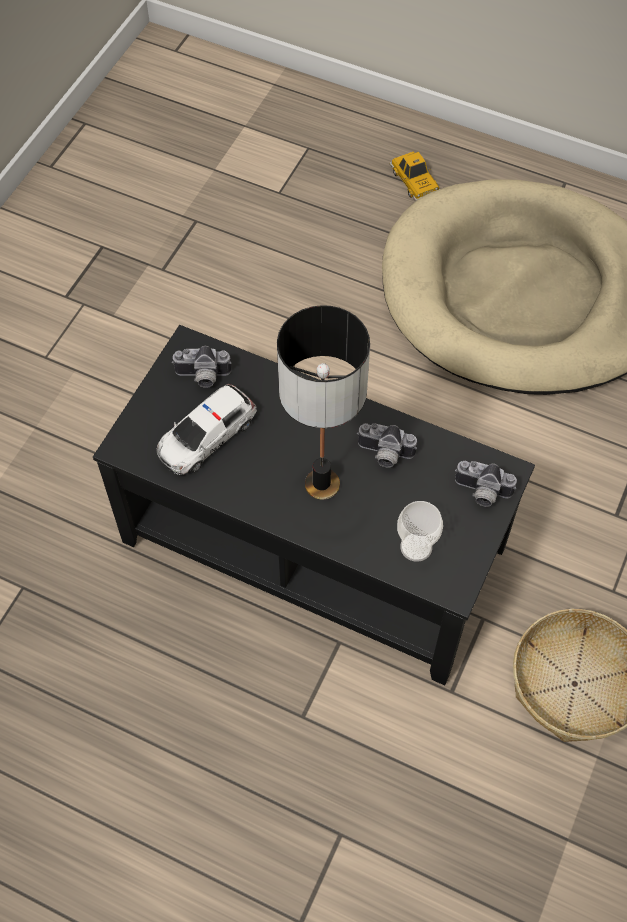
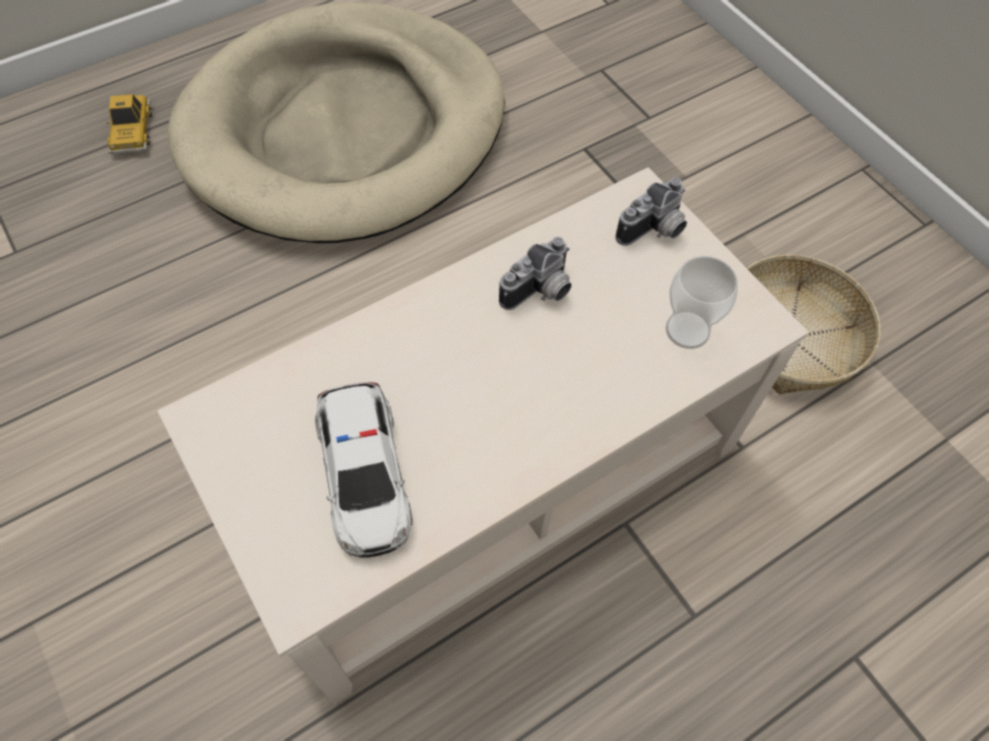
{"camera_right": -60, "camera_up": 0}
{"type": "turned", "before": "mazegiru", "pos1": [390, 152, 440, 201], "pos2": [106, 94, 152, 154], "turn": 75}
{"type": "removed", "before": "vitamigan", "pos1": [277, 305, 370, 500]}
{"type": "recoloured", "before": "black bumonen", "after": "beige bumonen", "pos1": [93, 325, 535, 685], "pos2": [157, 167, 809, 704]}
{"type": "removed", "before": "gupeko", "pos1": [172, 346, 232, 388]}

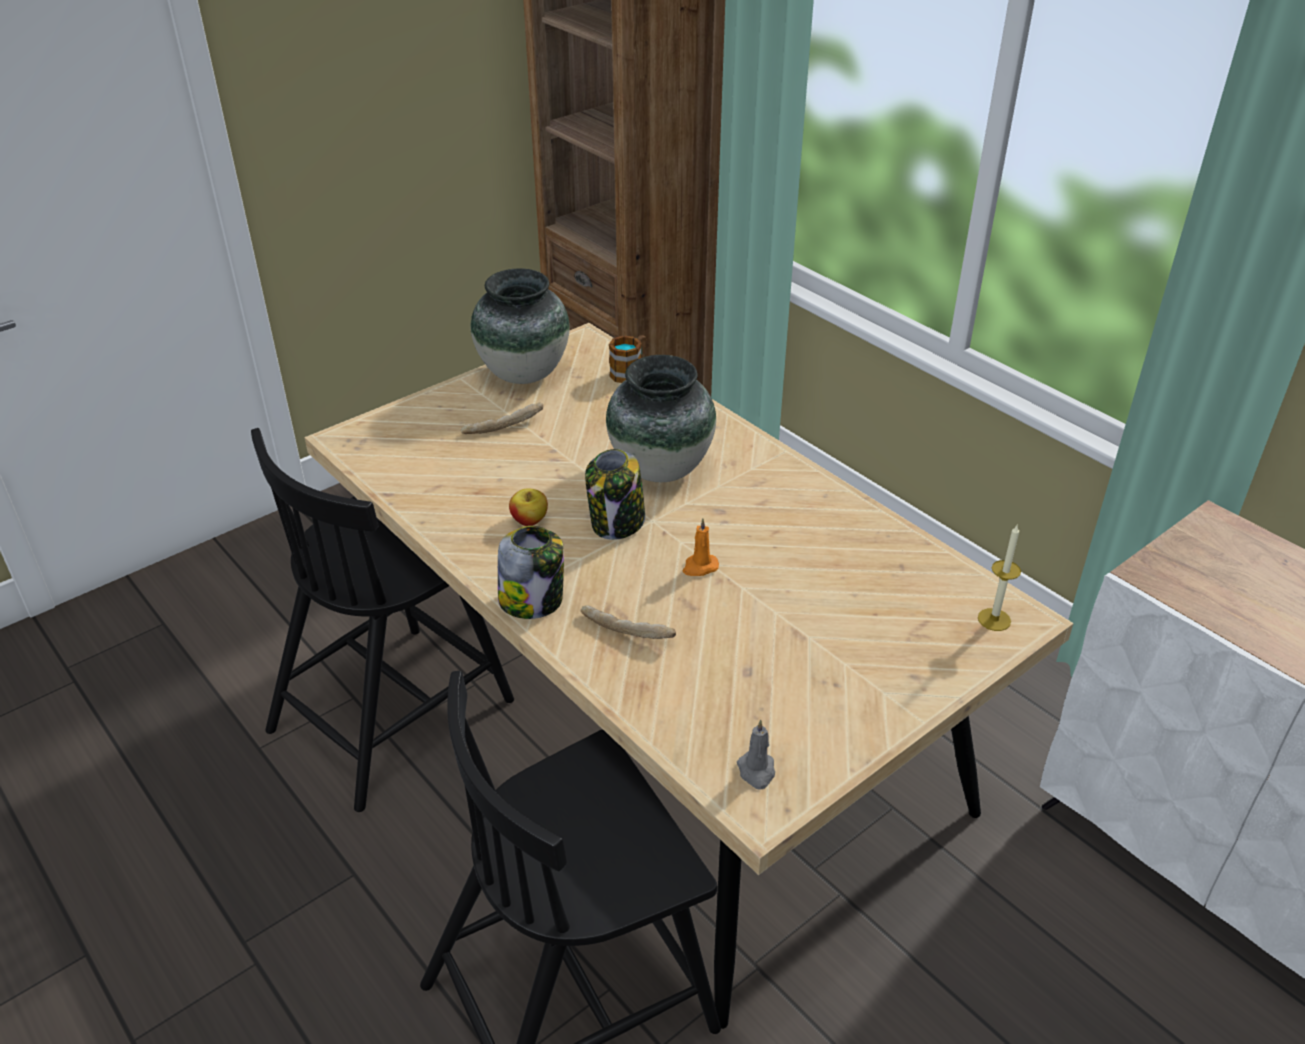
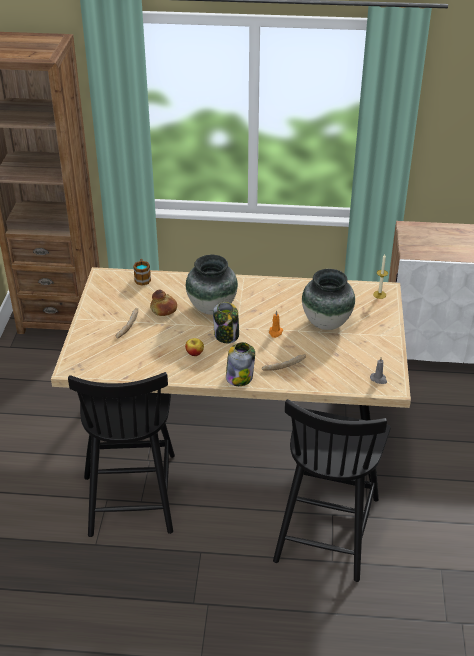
{"camera_right": -45, "camera_up": 0}
{"type": "moved", "before": "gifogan", "pos1": [471, 268, 570, 384], "pos2": [302, 269, 355, 330]}
{"type": "added", "after": "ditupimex", "pos2": [150, 290, 177, 316]}

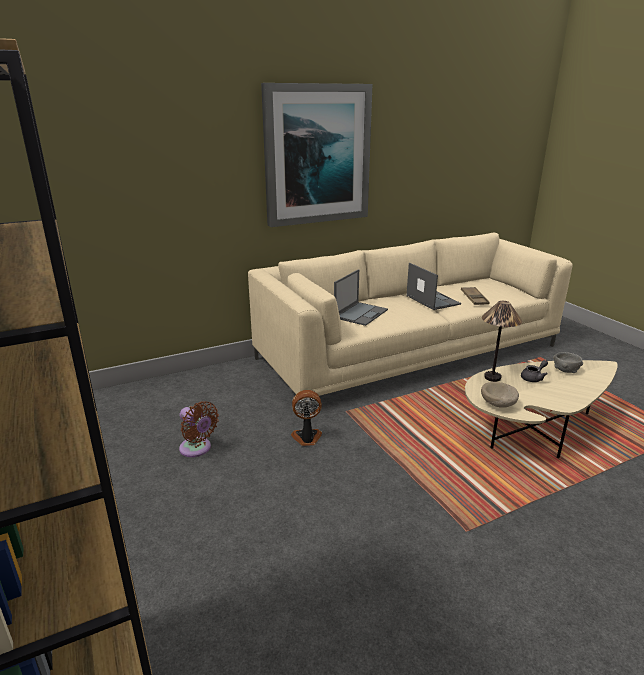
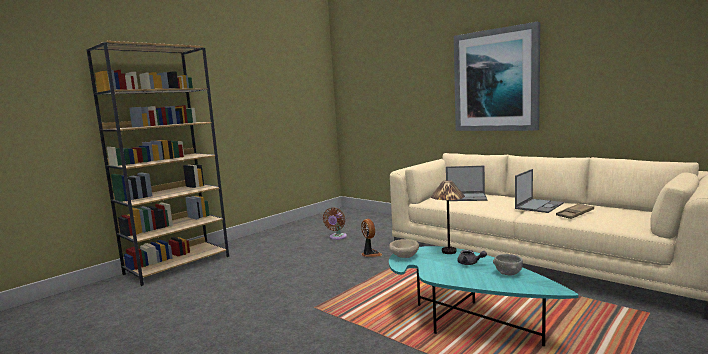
{"camera_right": 70, "camera_up": -15}
{"type": "recoloured", "before": "beige bumonen", "after": "turquoise bumonen", "pos1": [465, 360, 618, 458], "pos2": [389, 246, 579, 346]}

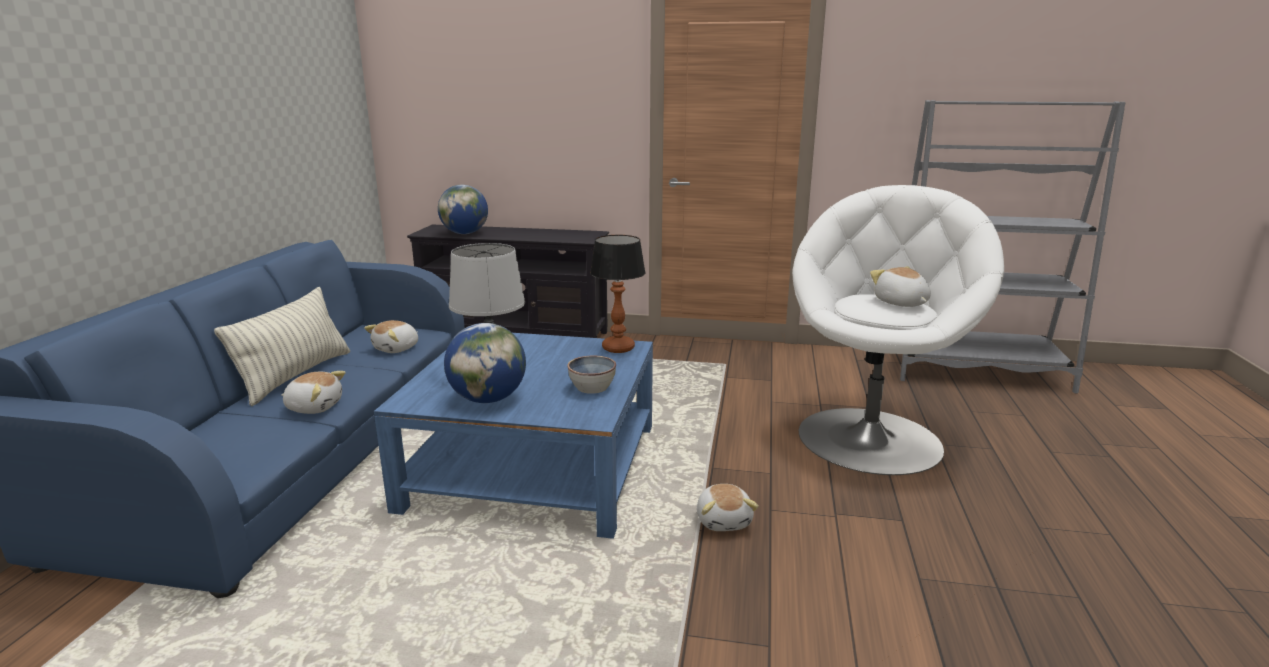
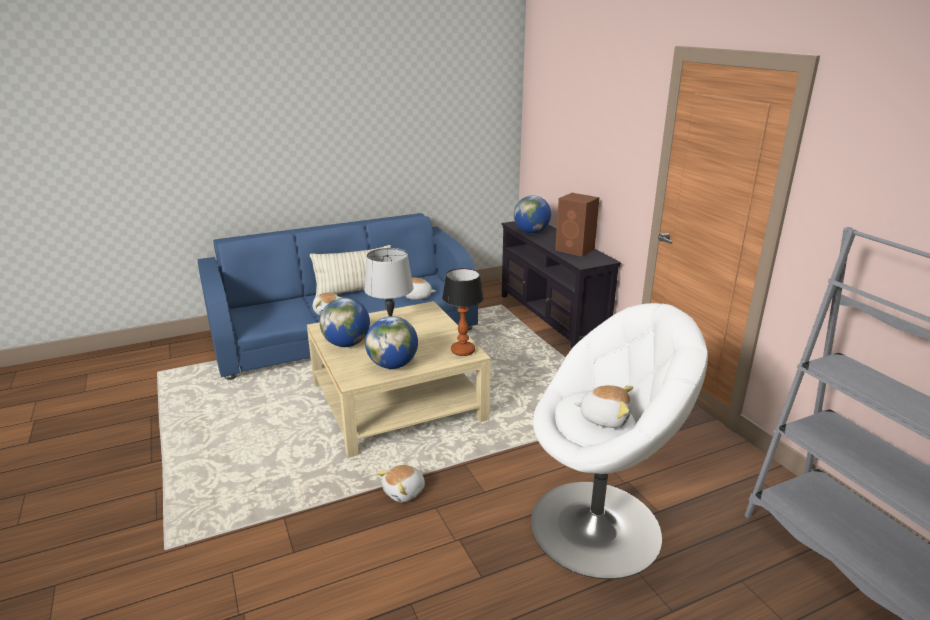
{"camera_right": 55, "camera_up": 5}
{"type": "turned", "before": "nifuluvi", "pos1": [870, 266, 931, 307], "pos2": [574, 385, 633, 428], "turn": 75}
{"type": "recoloured", "before": "blue bumonen", "after": "beige bumonen", "pos1": [374, 333, 653, 539], "pos2": [307, 301, 491, 458]}
{"type": "replaced", "before": "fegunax", "after": "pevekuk", "pos1": [567, 356, 616, 394], "pos2": [365, 316, 418, 369]}
{"type": "added", "after": "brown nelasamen", "pos2": [555, 193, 599, 257]}

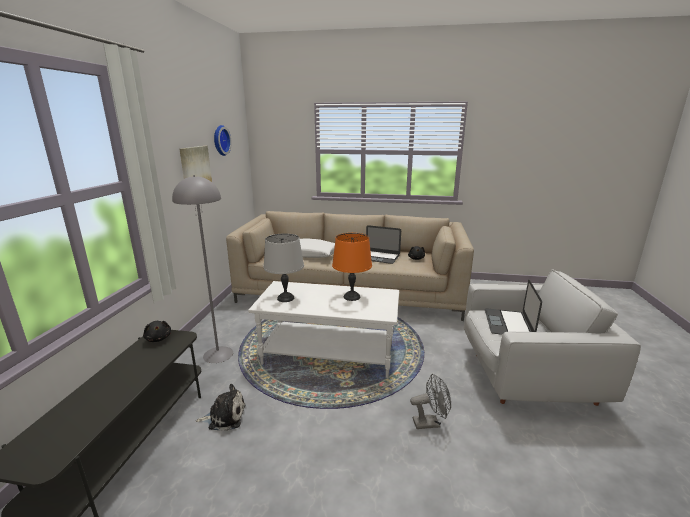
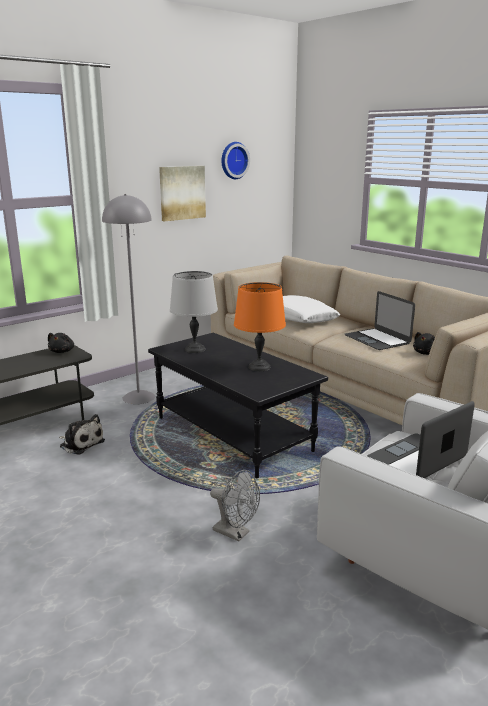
{"camera_right": 40, "camera_up": 0}
{"type": "recoloured", "before": "white bumonen", "after": "black bumonen", "pos1": [248, 281, 399, 378], "pos2": [148, 333, 328, 478]}

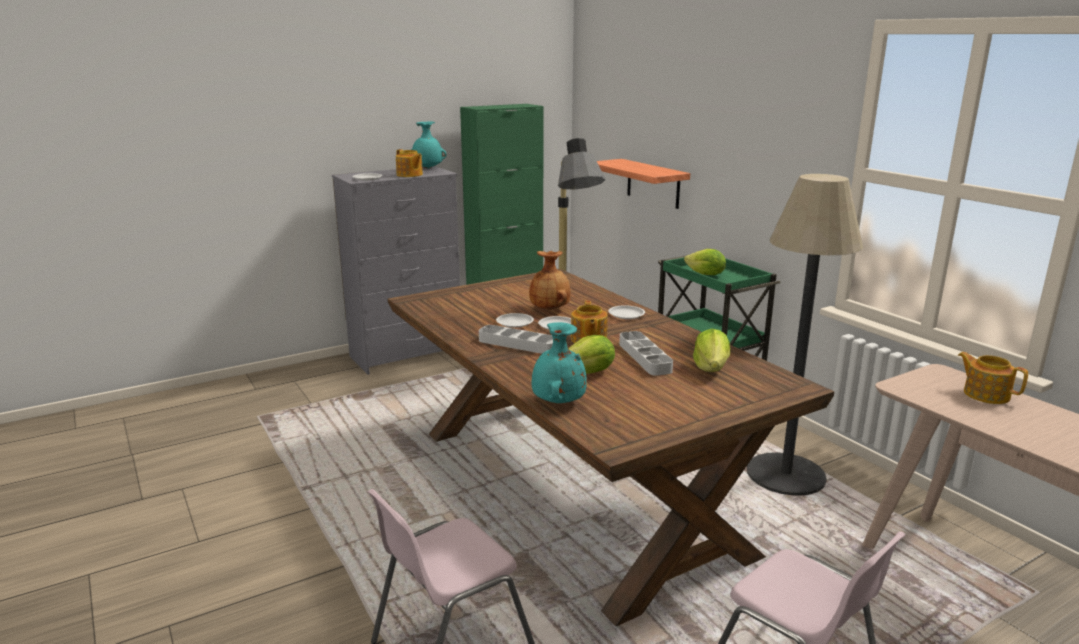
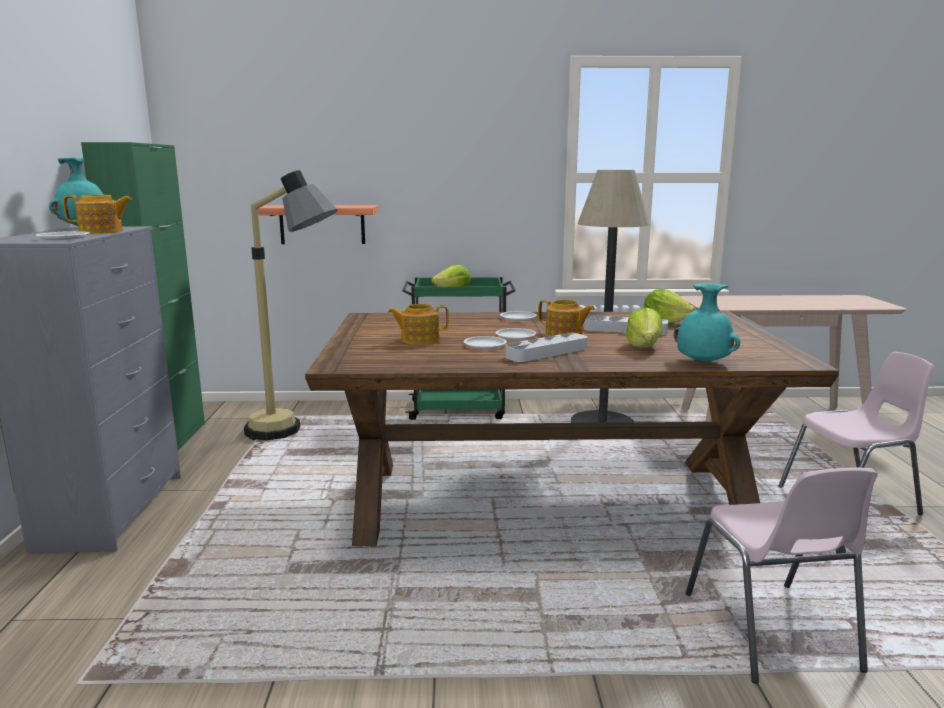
{"camera_right": -60, "camera_up": -5}
{"type": "removed", "before": "brown gifogan", "pos1": [529, 251, 571, 310]}
{"type": "moved", "before": "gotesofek", "pos1": [957, 352, 1028, 404], "pos2": [388, 304, 449, 345]}

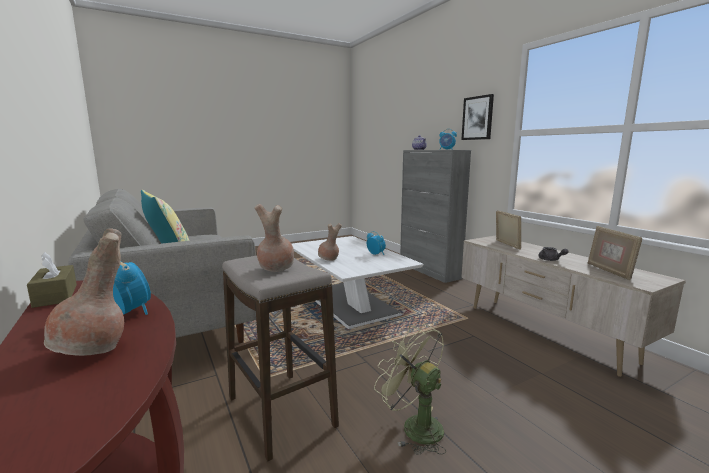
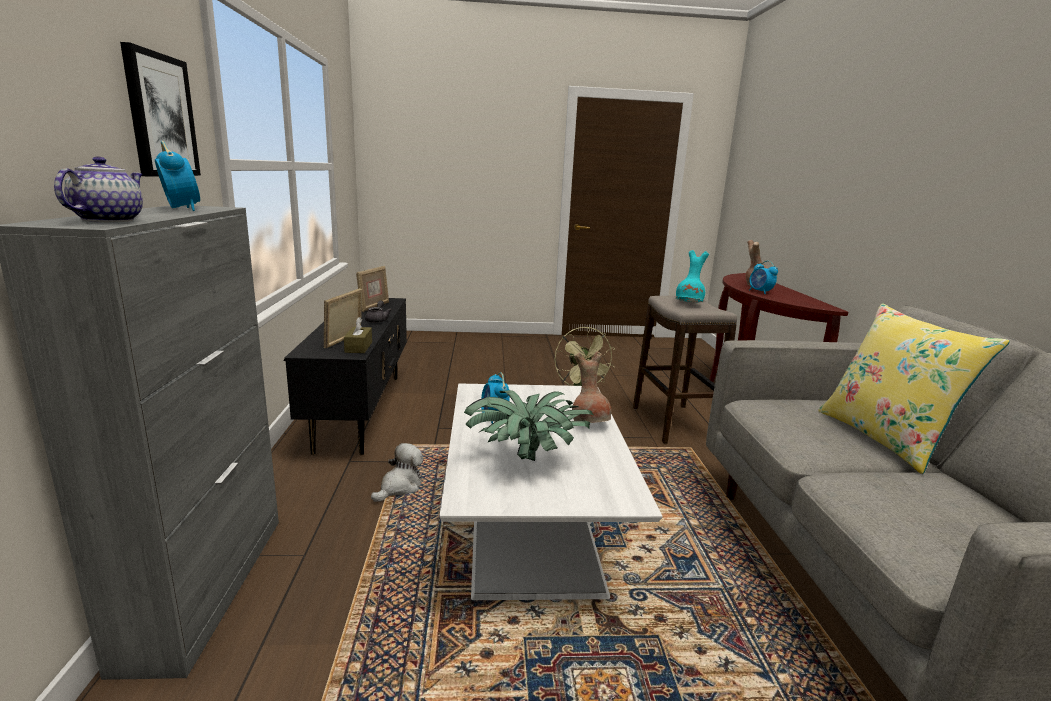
{"camera_right": -155, "camera_up": 5}
{"type": "recoloured", "before": "brown gifogan", "after": "turquoise gifogan", "pos1": [254, 204, 294, 272], "pos2": [676, 250, 709, 302]}
{"type": "recoloured", "before": "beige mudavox", "after": "black mudavox", "pos1": [461, 235, 686, 377], "pos2": [284, 298, 407, 455]}
{"type": "moved", "before": "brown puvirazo", "pos1": [27, 252, 77, 308], "pos2": [344, 317, 372, 353]}
{"type": "added", "after": "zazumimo", "pos2": [464, 390, 593, 461]}
{"type": "added", "after": "nifuluvi", "pos2": [371, 443, 423, 502]}

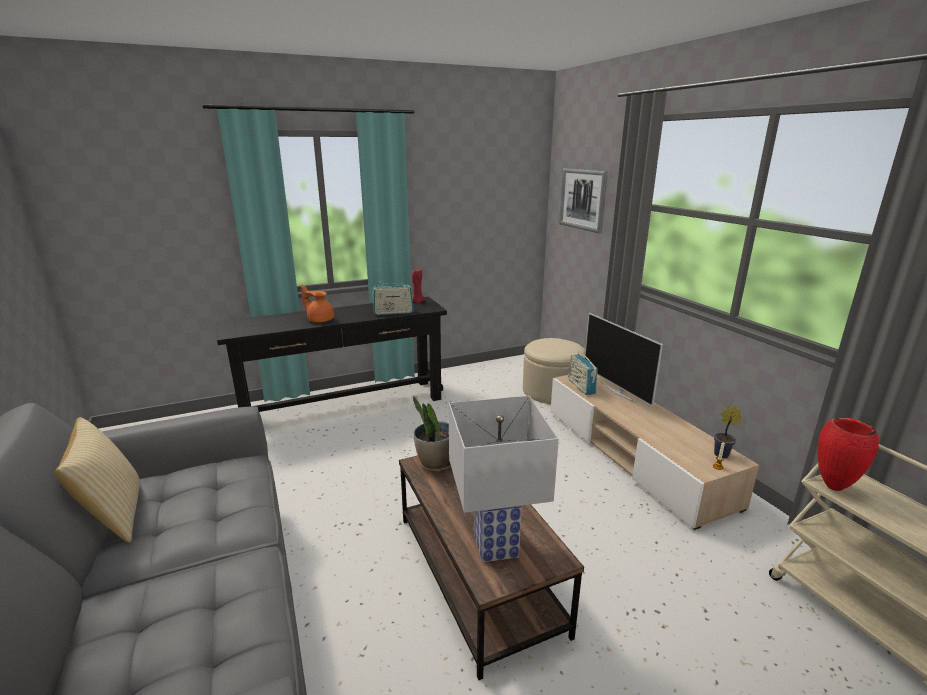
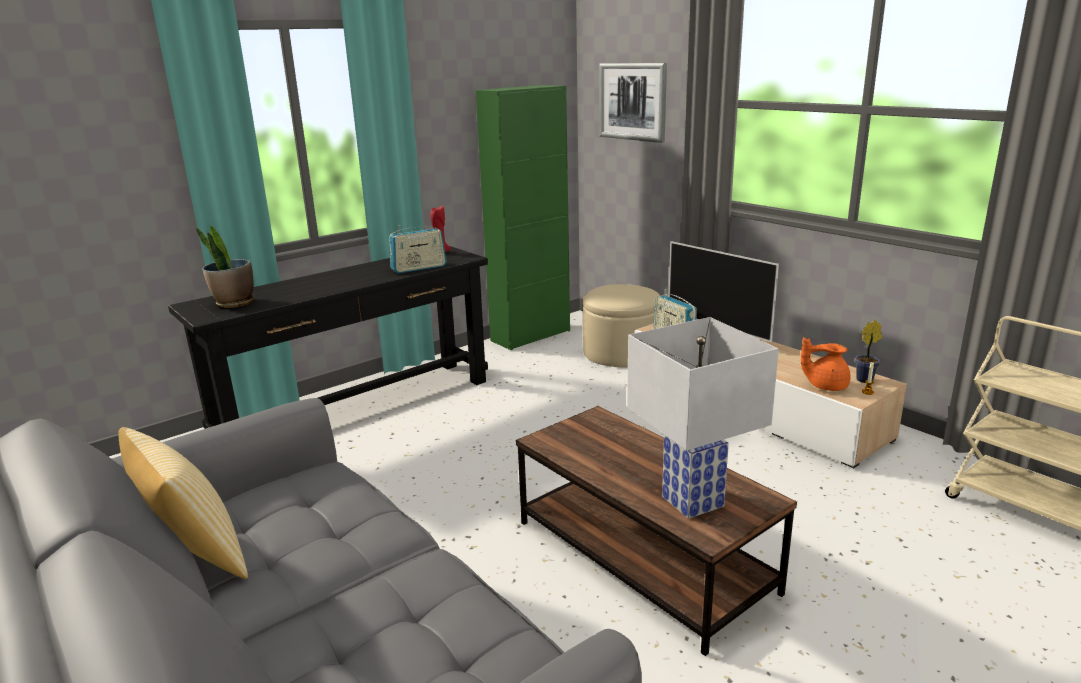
{"camera_right": -15, "camera_up": 0}
{"type": "moved", "before": "orange gotesofek", "pos1": [301, 285, 334, 322], "pos2": [801, 337, 851, 391]}
{"type": "moved", "before": "zazumimo", "pos1": [413, 396, 451, 472], "pos2": [196, 226, 255, 308]}
{"type": "removed", "before": "red gifogan", "pos1": [817, 417, 879, 491]}
{"type": "added", "after": "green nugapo", "pos2": [476, 85, 570, 350]}

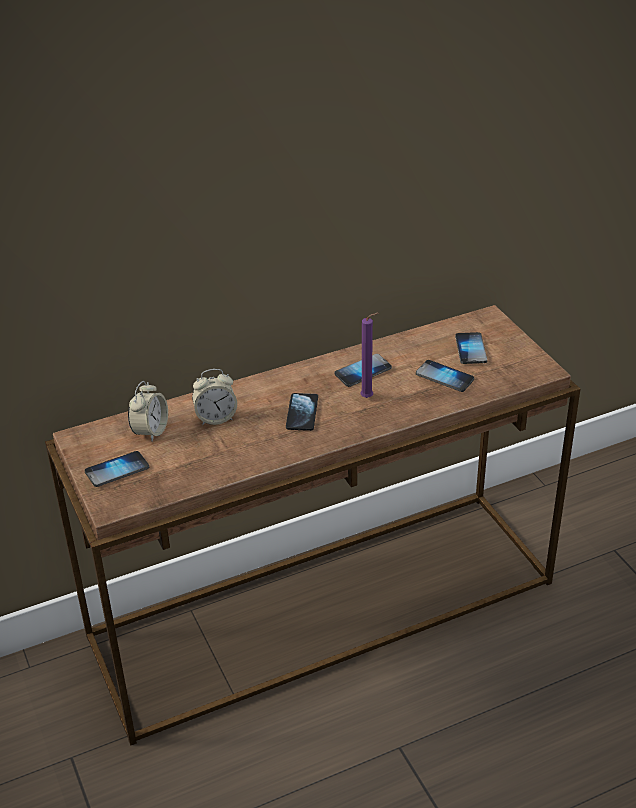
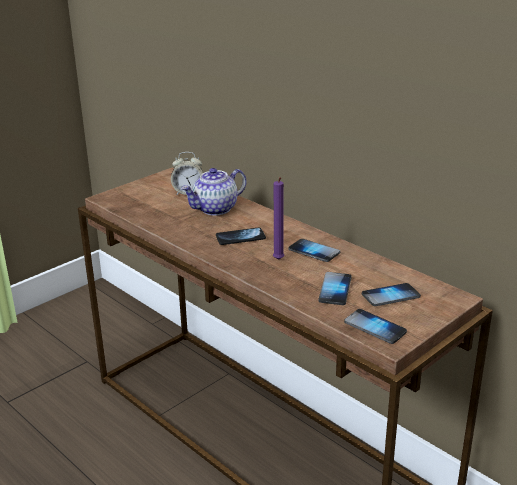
{"camera_right": 70, "camera_up": -10}
{"type": "replaced", "before": "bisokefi", "after": "gotesofek", "pos1": [192, 369, 237, 425], "pos2": [181, 168, 247, 216]}
{"type": "moved", "before": "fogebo", "pos1": [85, 451, 149, 487], "pos2": [344, 309, 407, 344]}

